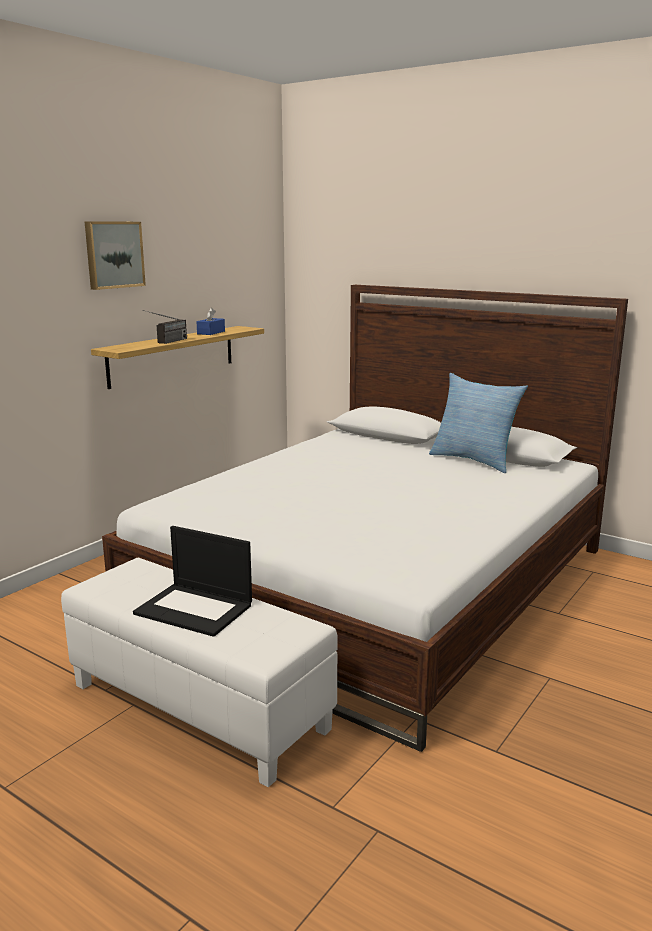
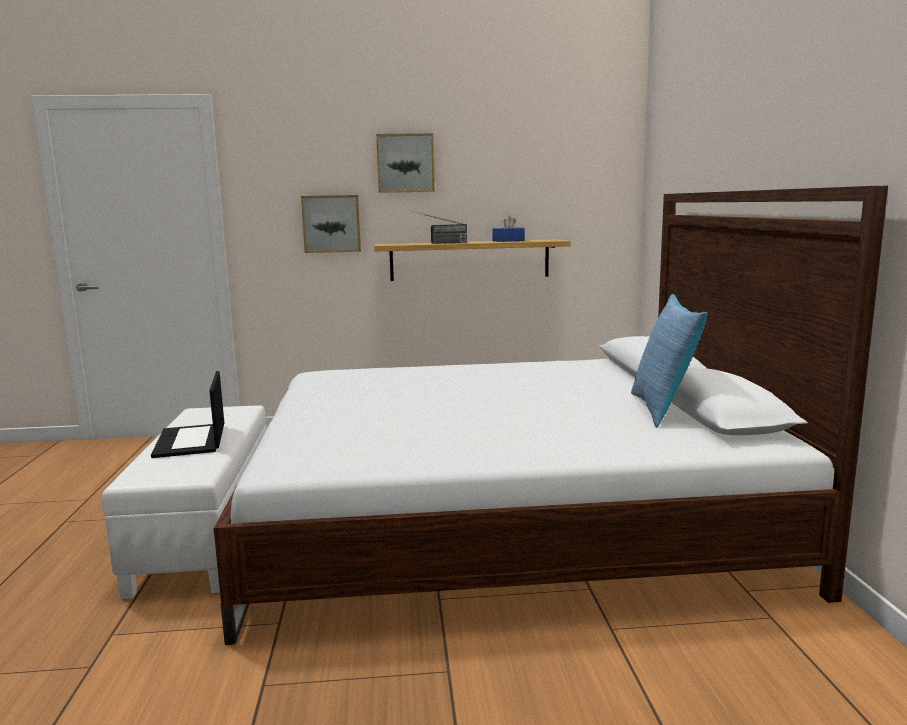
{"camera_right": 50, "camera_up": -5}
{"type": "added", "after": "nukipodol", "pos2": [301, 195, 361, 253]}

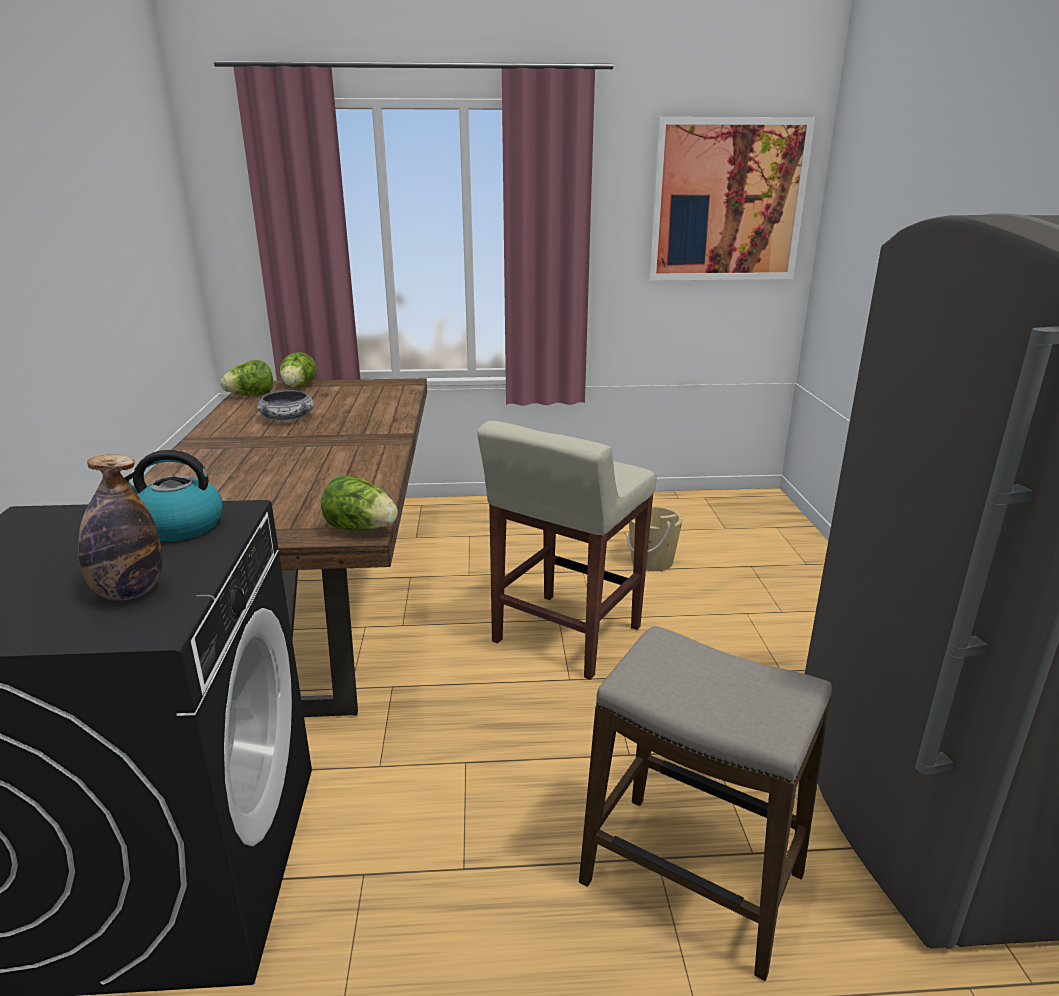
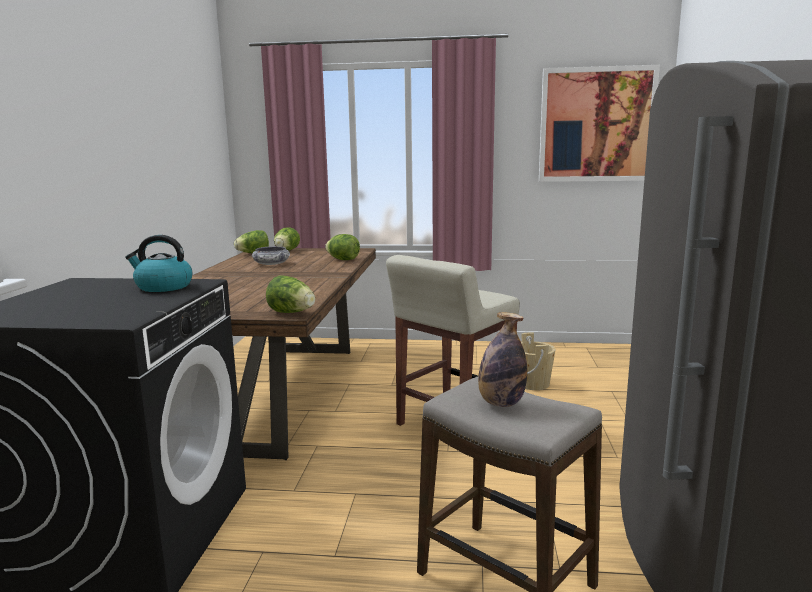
{"camera_right": 10, "camera_up": -10}
{"type": "moved", "before": "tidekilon", "pos1": [78, 454, 162, 600], "pos2": [478, 312, 527, 407]}
{"type": "added", "after": "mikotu", "pos2": [325, 234, 360, 260]}

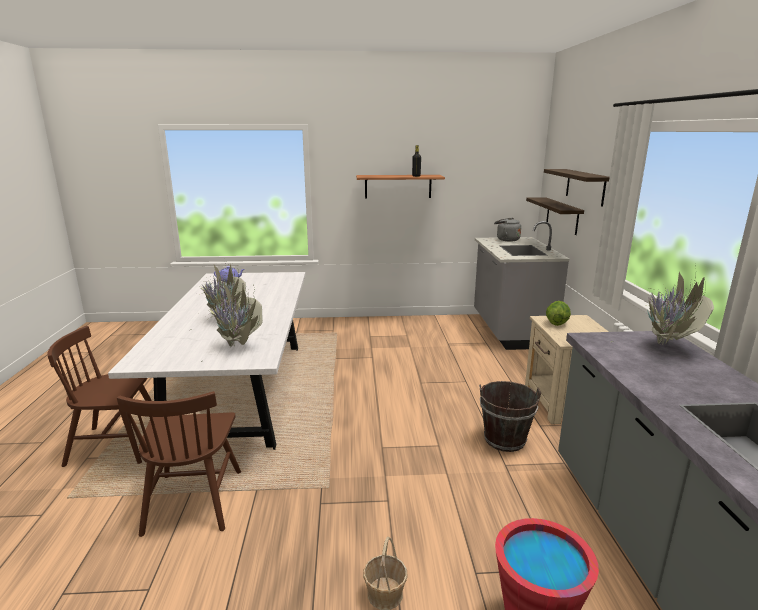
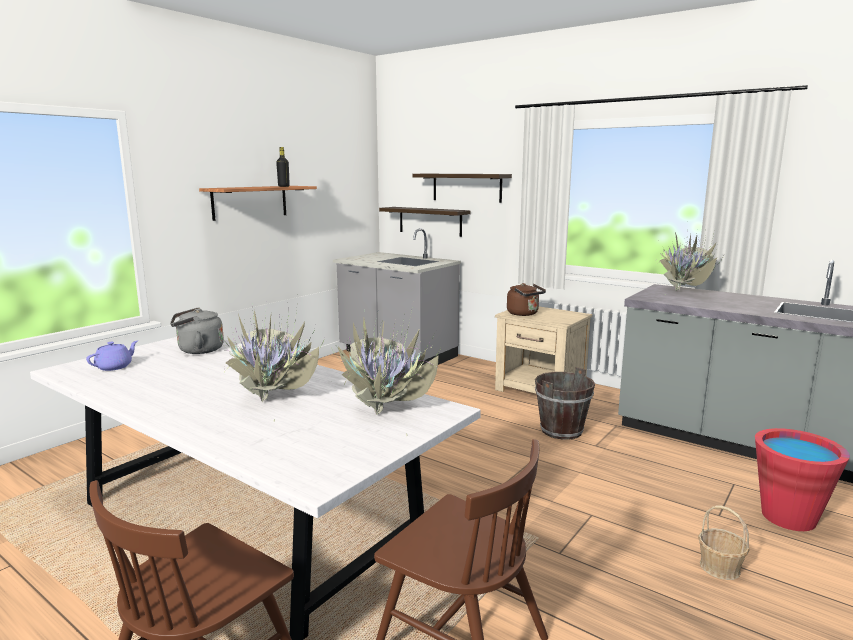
{"camera_right": -50, "camera_up": -5}
{"type": "moved", "before": "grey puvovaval", "pos1": [494, 218, 521, 242], "pos2": [170, 307, 224, 354]}
{"type": "replaced", "before": "mikotu", "after": "brown puvovaval", "pos1": [546, 301, 571, 326], "pos2": [507, 283, 546, 316]}

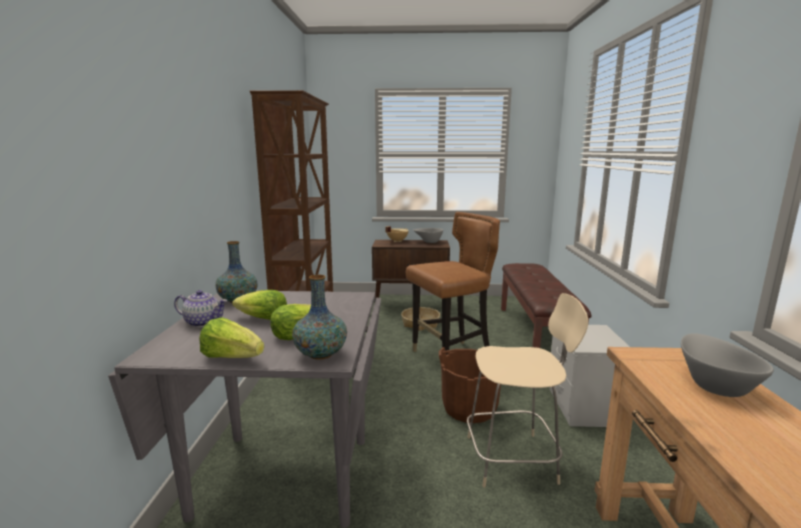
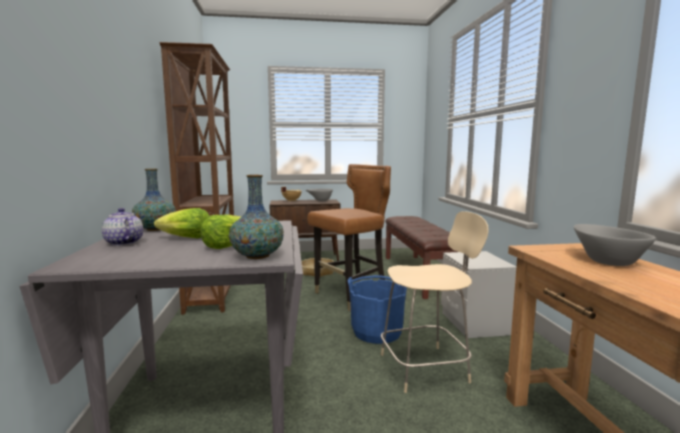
{"camera_right": -10, "camera_up": -5}
{"type": "turned", "before": "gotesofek", "pos1": [174, 290, 227, 327], "pos2": [102, 208, 143, 246], "turn": -135}
{"type": "removed", "before": "mikotu", "pos1": [199, 317, 264, 358]}
{"type": "recoloured", "before": "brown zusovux", "after": "blue zusovux", "pos1": [439, 347, 501, 423], "pos2": [348, 275, 407, 344]}

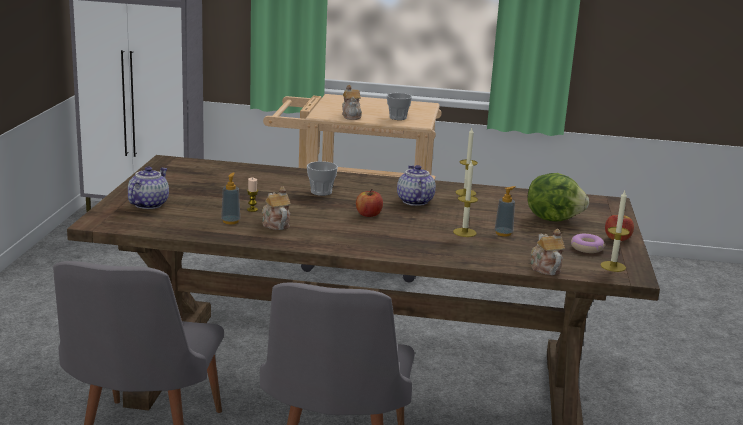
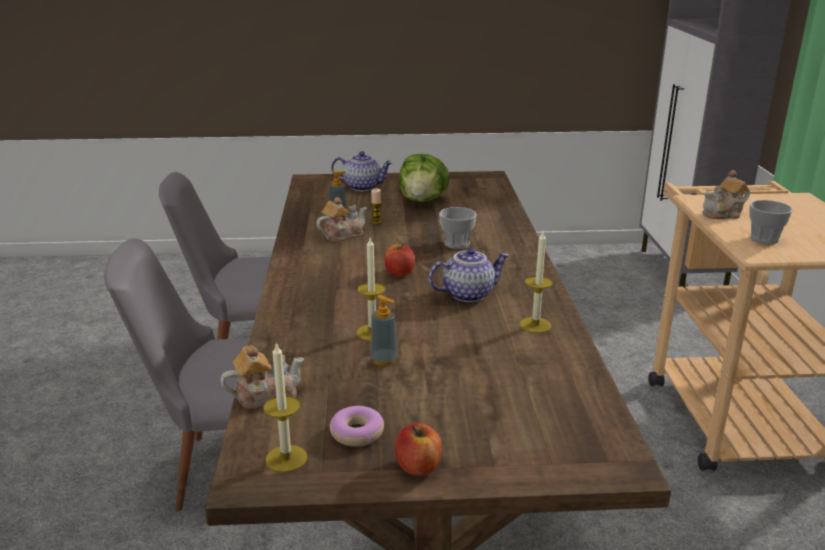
{"camera_right": 80, "camera_up": 5}
{"type": "moved", "before": "mikotu", "pos1": [527, 173, 589, 222], "pos2": [399, 154, 450, 202]}

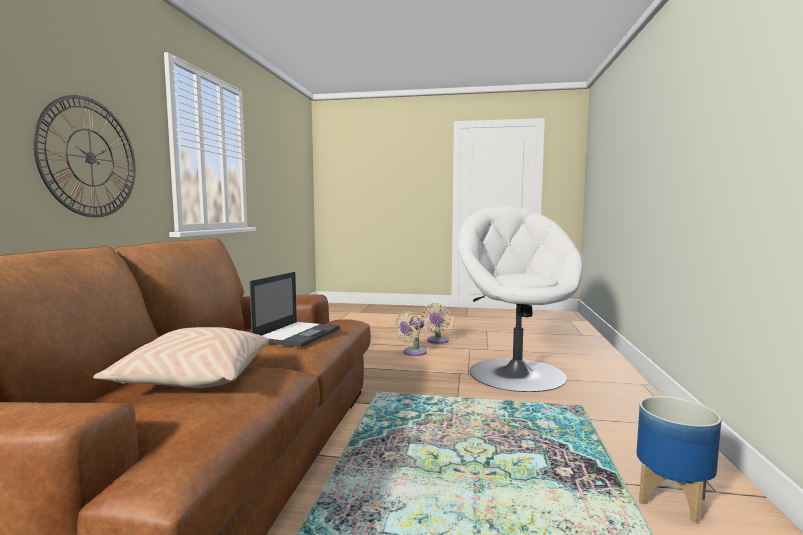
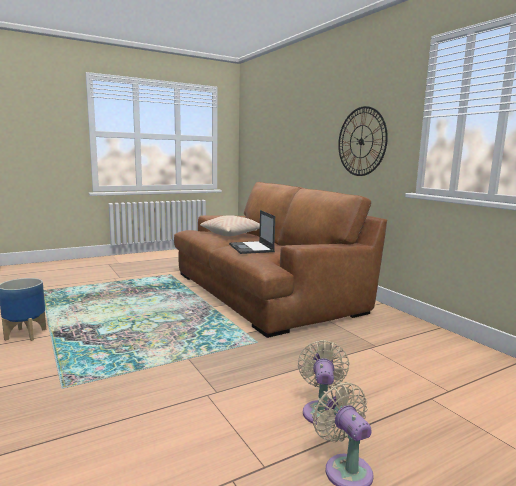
{"camera_right": 140, "camera_up": 5}
{"type": "removed", "before": "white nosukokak", "pos1": [458, 206, 583, 392]}

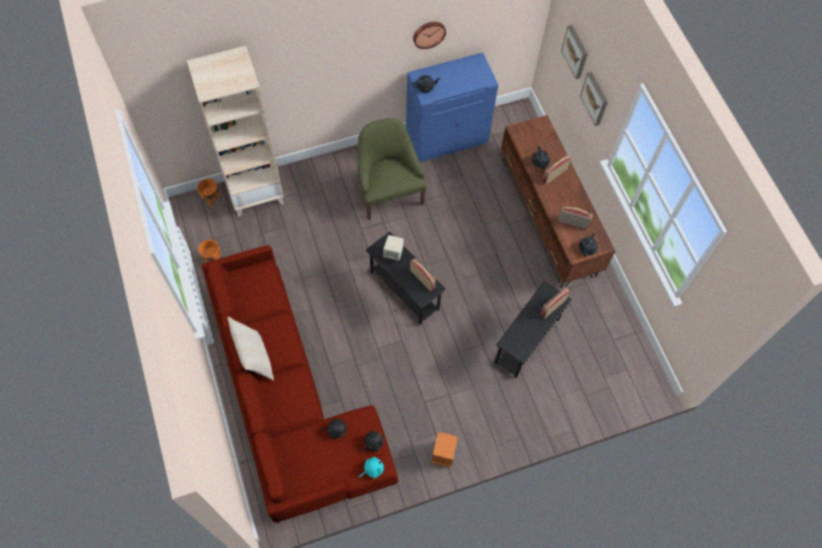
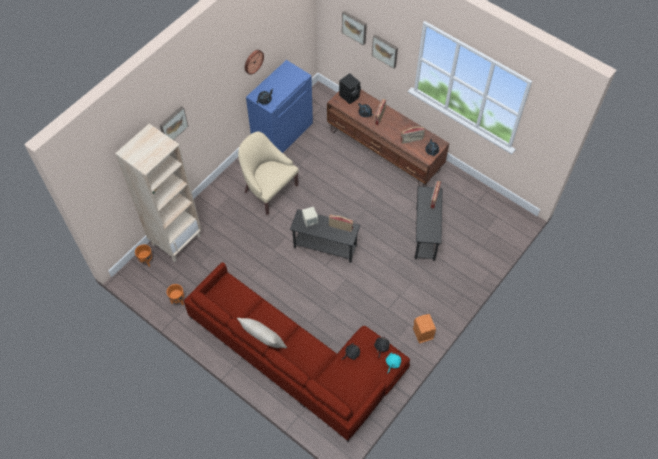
{"camera_right": -30, "camera_up": -5}
{"type": "recoloured", "before": "green nosukokak", "after": "beige nosukokak", "pos1": [357, 118, 427, 220], "pos2": [238, 132, 299, 215]}
{"type": "added", "after": "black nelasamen", "pos2": [339, 73, 361, 104]}
{"type": "added", "after": "nukipodol", "pos2": [160, 106, 189, 140]}

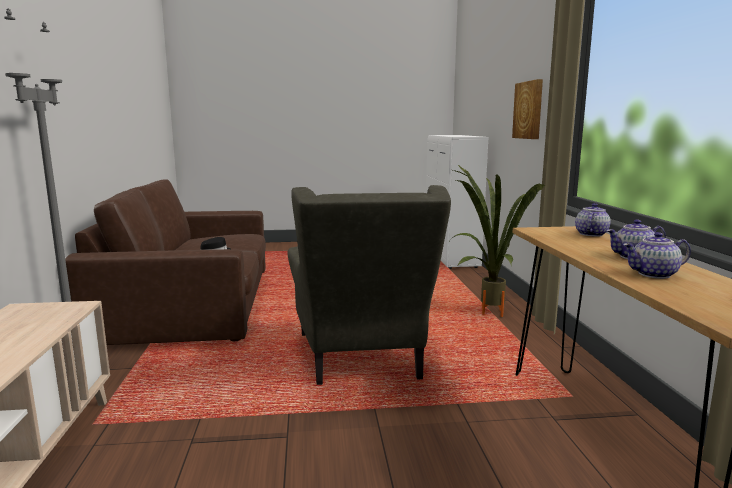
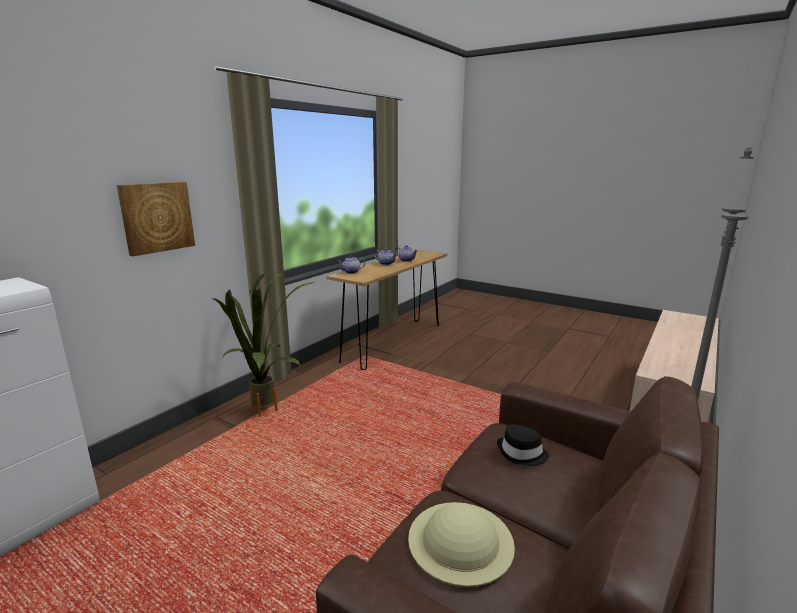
{"camera_right": -140, "camera_up": 5}
{"type": "removed", "before": "grey nosukokak", "pos1": [288, 185, 451, 385]}
{"type": "added", "after": "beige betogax", "pos2": [408, 502, 515, 587]}

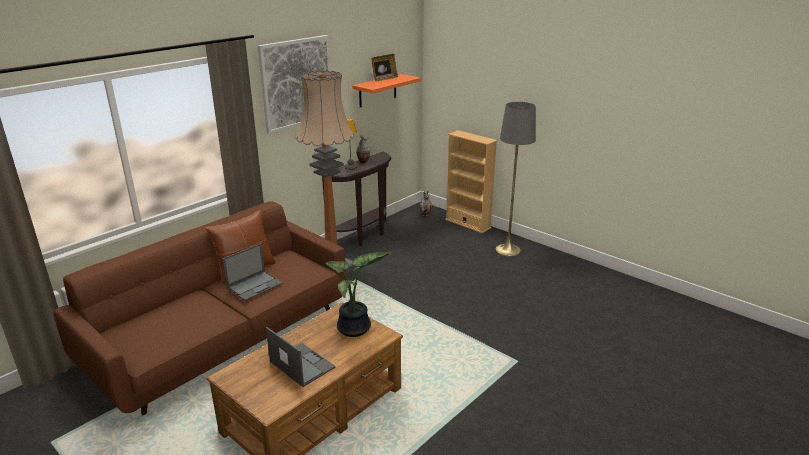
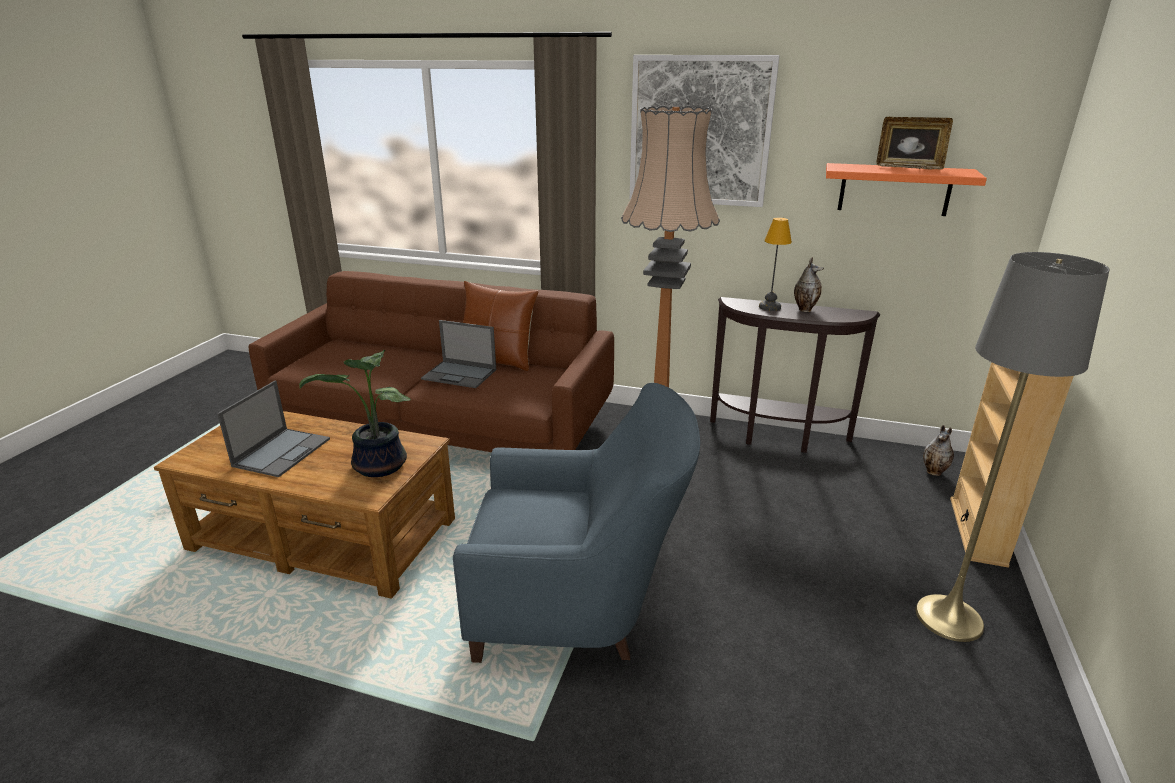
{"camera_right": 65, "camera_up": 0}
{"type": "added", "after": "blue nosukokak", "pos2": [453, 383, 700, 663]}

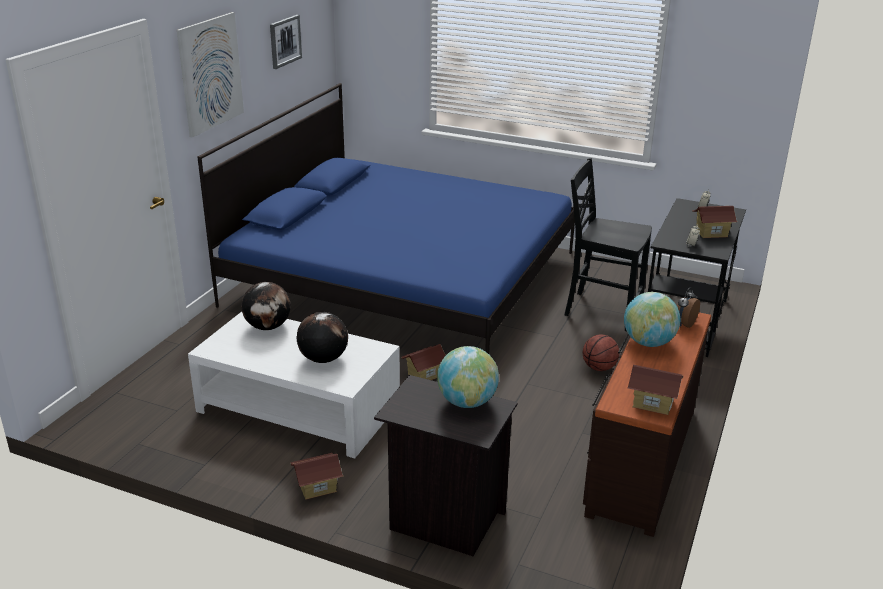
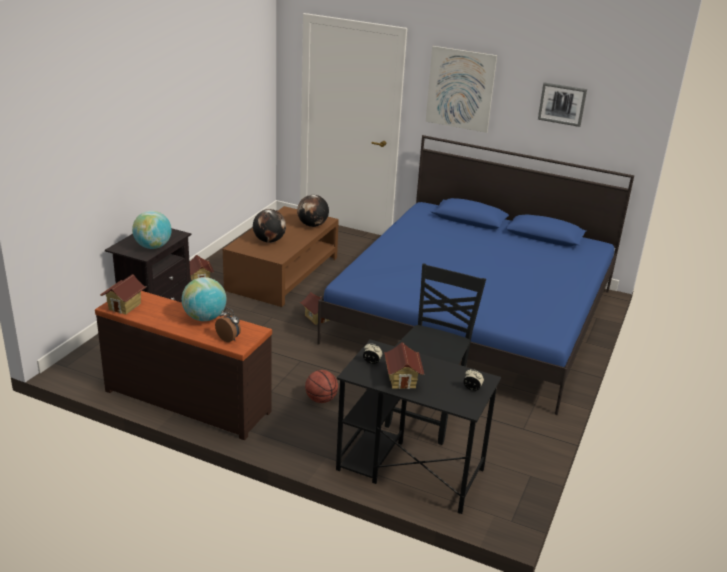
{"camera_right": 90, "camera_up": 0}
{"type": "recoloured", "before": "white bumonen", "after": "brown bumonen", "pos1": [188, 312, 400, 458], "pos2": [223, 206, 339, 307]}

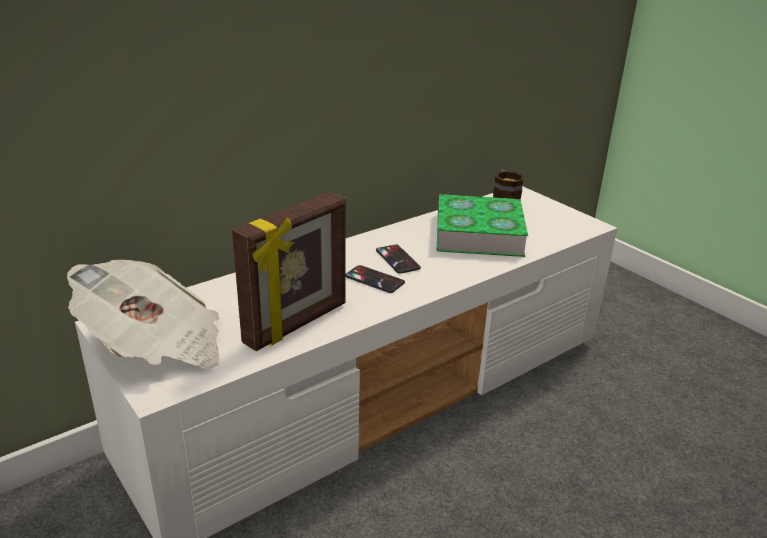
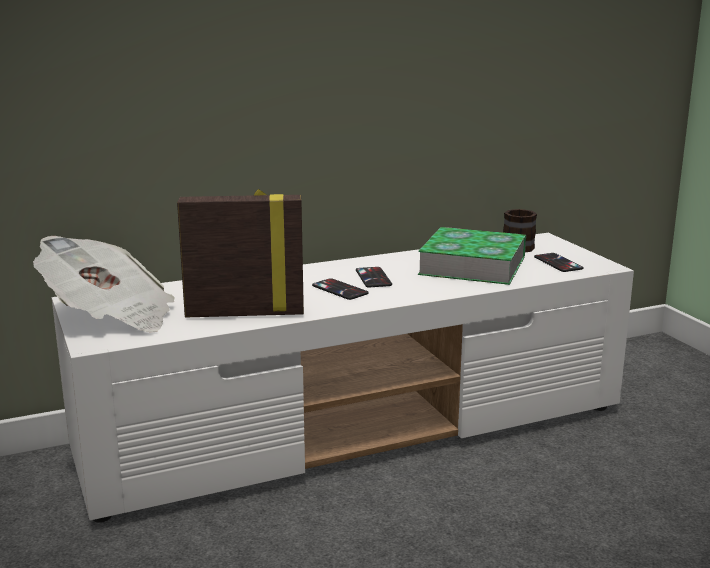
{"camera_right": 15, "camera_up": -10}
{"type": "turned", "before": "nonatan", "pos1": [232, 192, 346, 351], "pos2": [177, 189, 304, 317], "turn": -150}
{"type": "added", "after": "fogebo", "pos2": [534, 253, 584, 272]}

